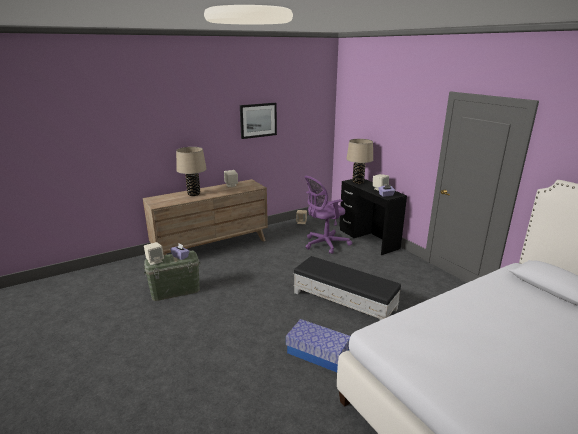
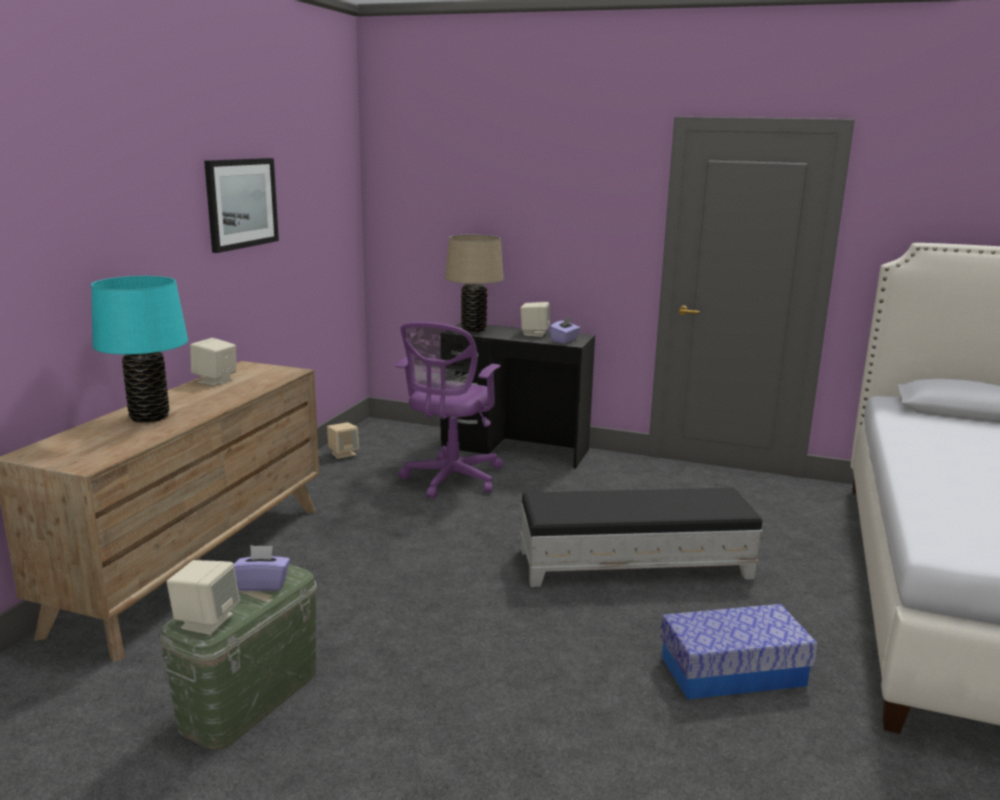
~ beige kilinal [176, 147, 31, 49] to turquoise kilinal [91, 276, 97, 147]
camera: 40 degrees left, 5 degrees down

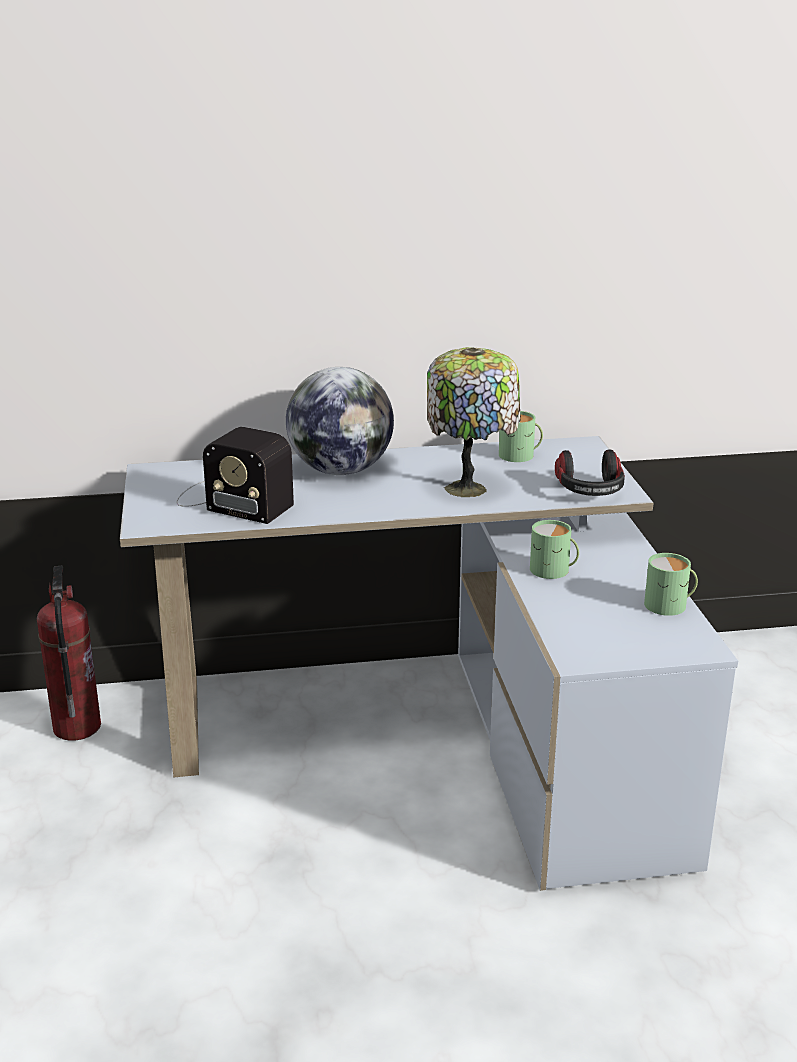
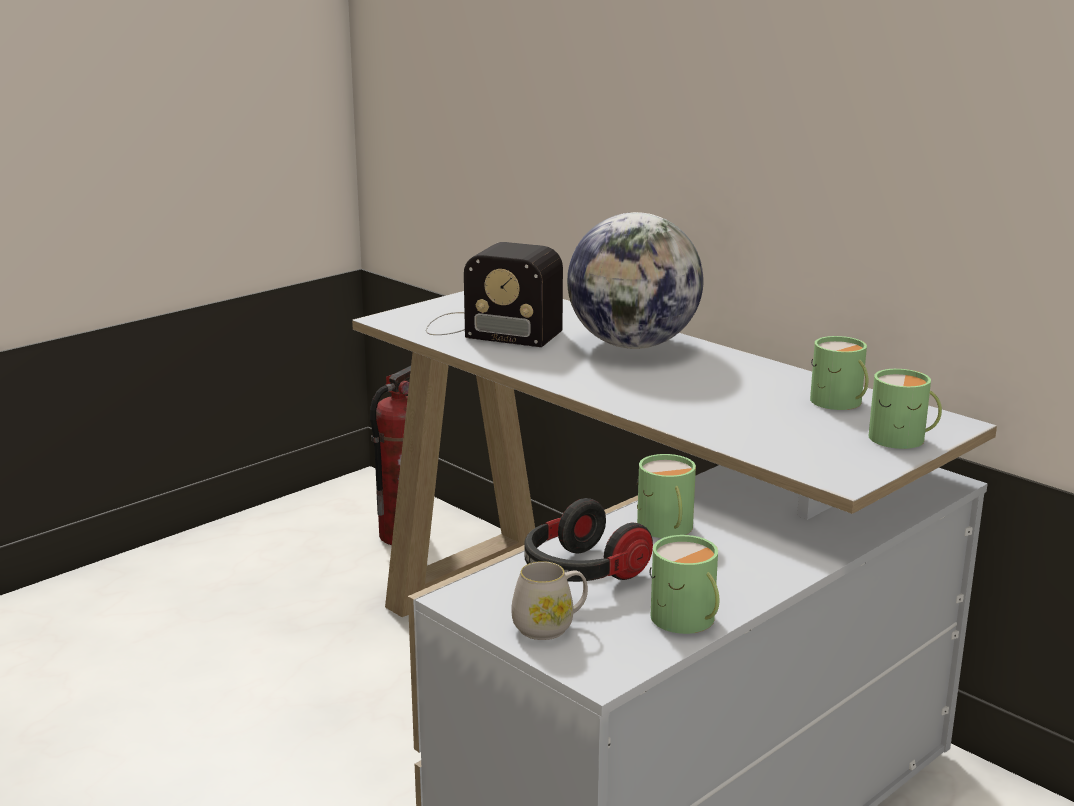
- kilinal [427, 347, 94, 150]
~ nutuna [177, 427, 117, 97] = [426, 242, 137, 105] 60 degrees counterclockwise
~ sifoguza [555, 449, 70, 47] to [524, 498, 129, 84]
+ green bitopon [869, 369, 73, 80]
+ white bitopon [511, 561, 77, 79]
camera: 55 degrees right, 5 degrees down

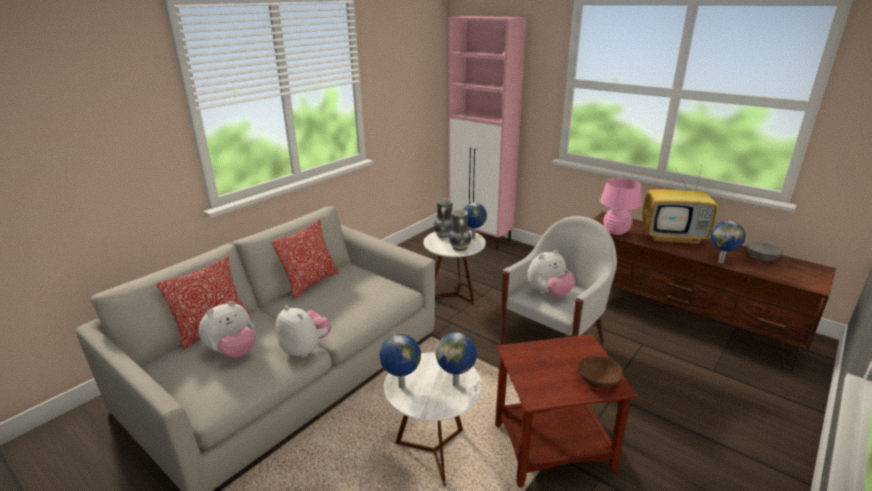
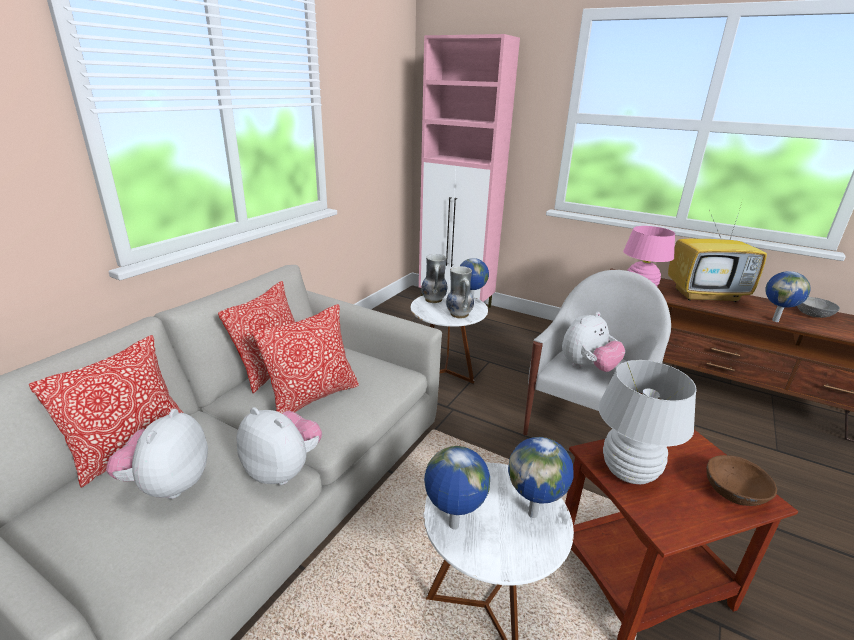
~ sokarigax [199, 301, 57, 57] = [106, 409, 102, 90] 150 degrees clockwise
+ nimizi [252, 304, 107, 109]
+ white kilinal [598, 360, 99, 124]
camera: 10 degrees left, 0 degrees up

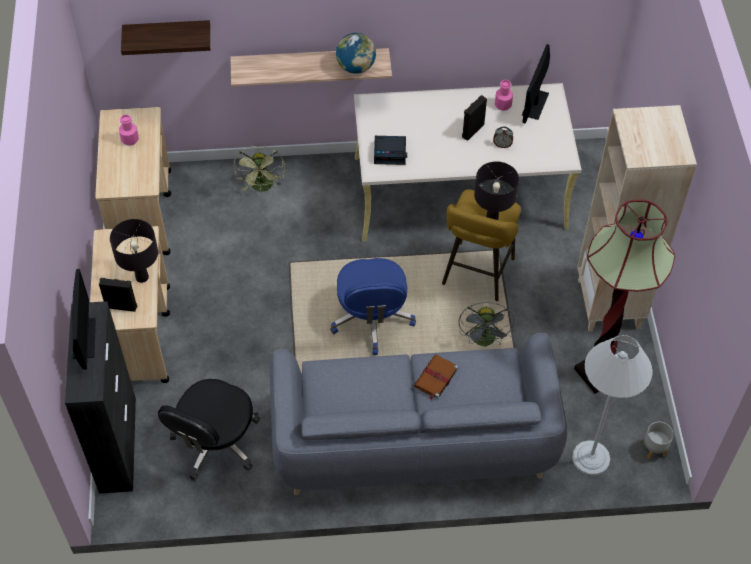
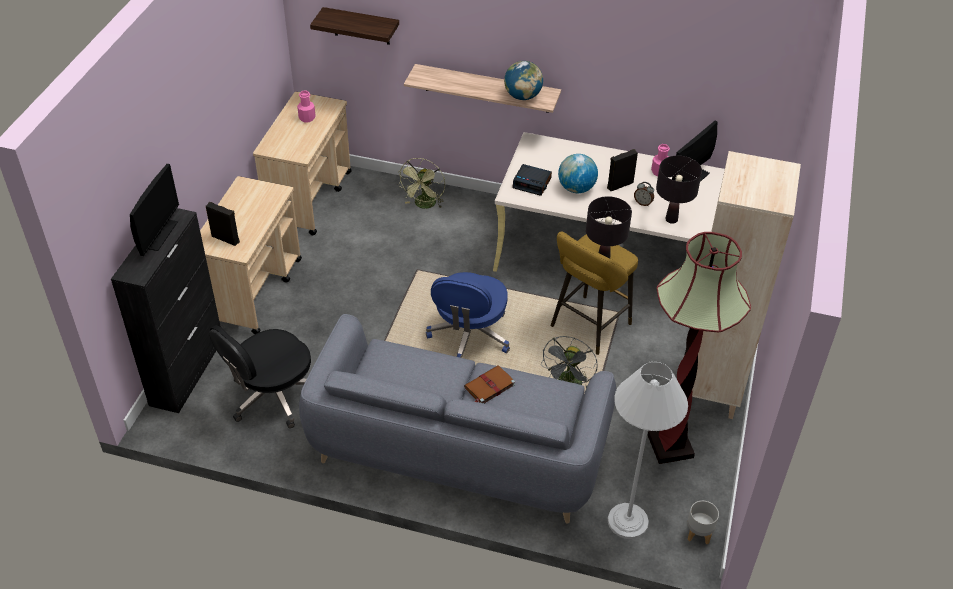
~ black kilinal [110, 219, 48, 64] to [656, 156, 46, 68]
+ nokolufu [558, 154, 40, 39]
camera: 20 degrees right, 10 degrees down

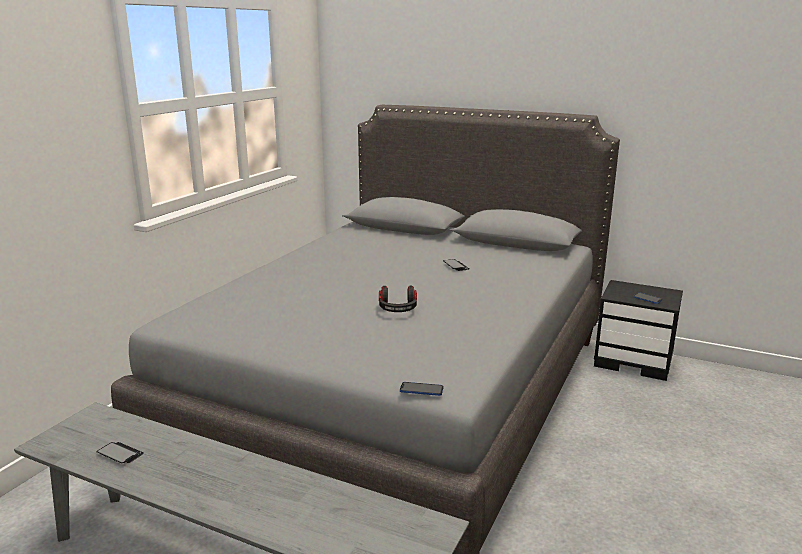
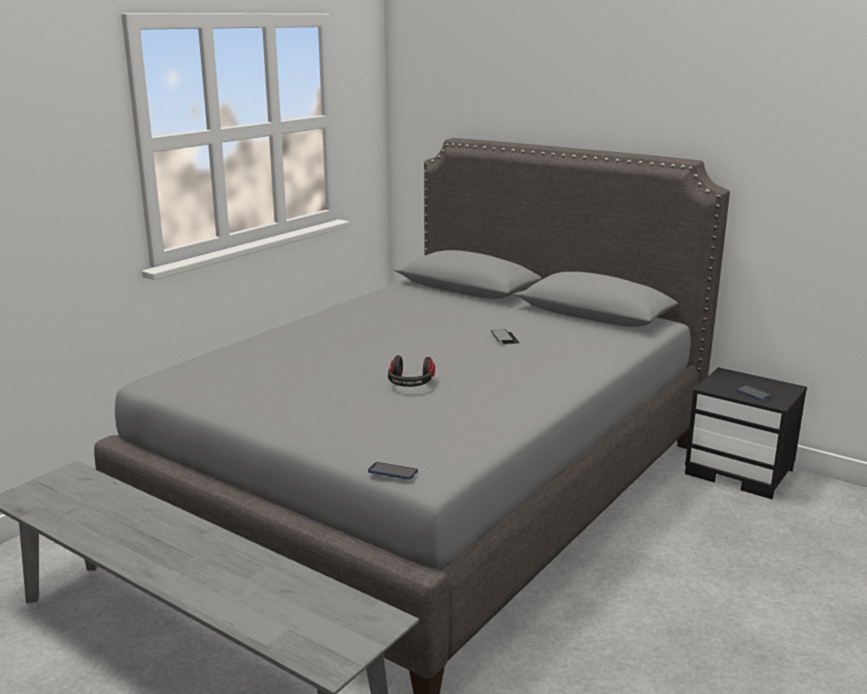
- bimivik [97, 442, 47, 21]
camera: 10 degrees right, 0 degrees up

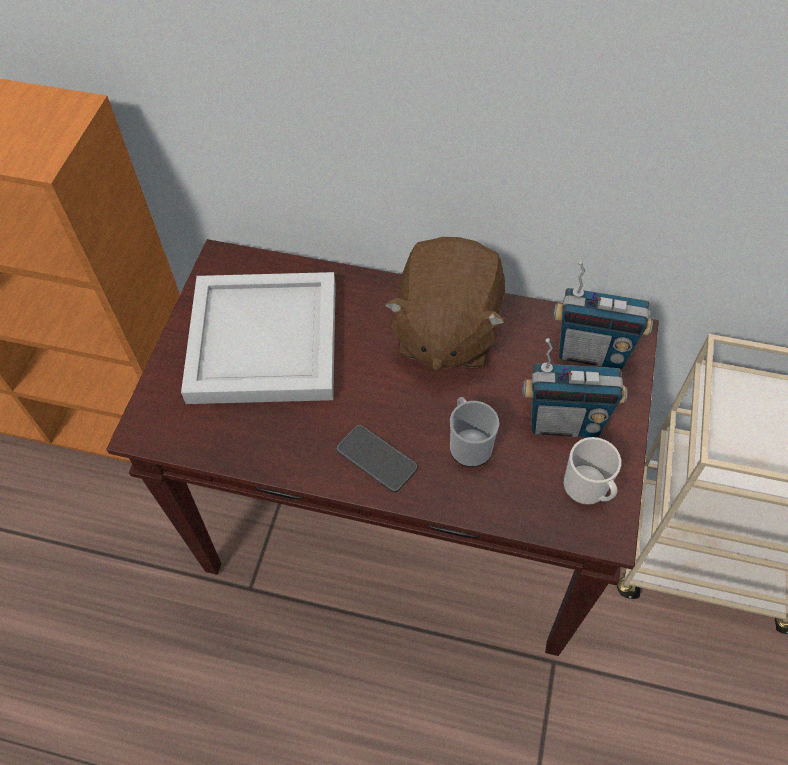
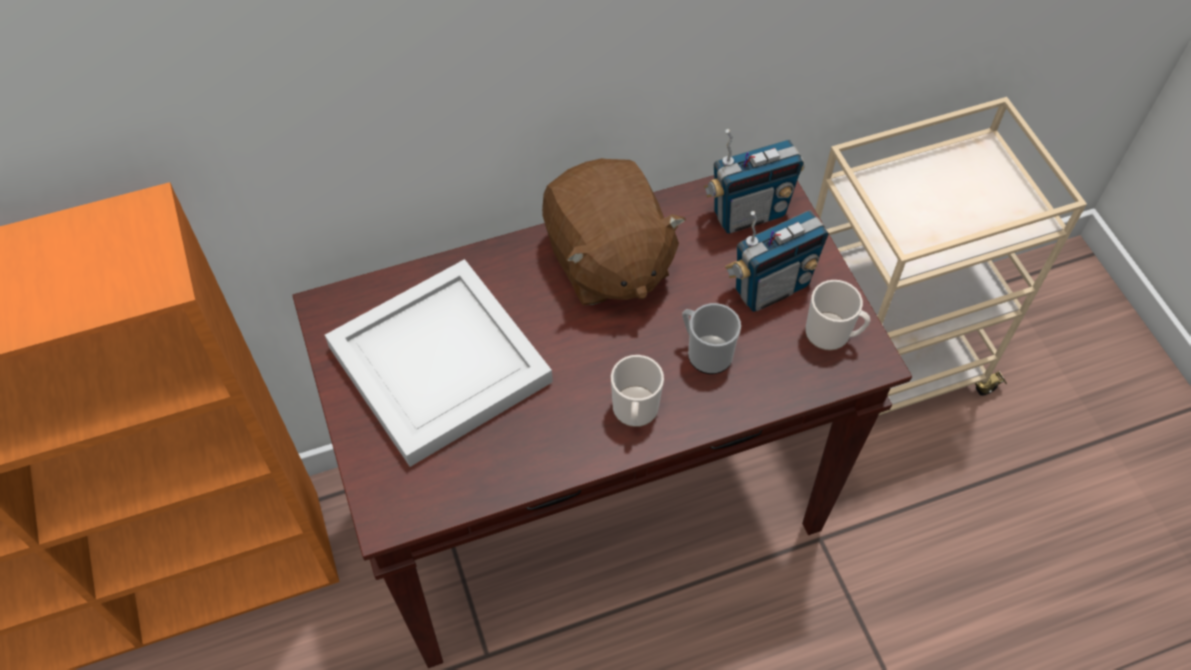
~ bimivik [336, 425, 82, 67] to bitopon [611, 355, 53, 72]
camera: 35 degrees left, 0 degrees up

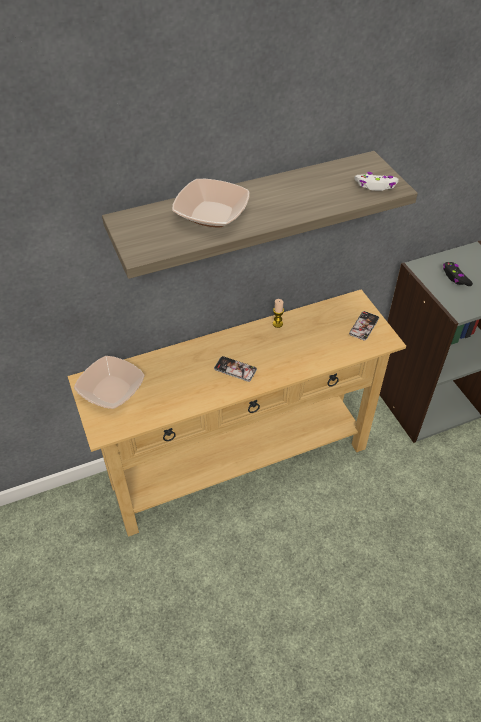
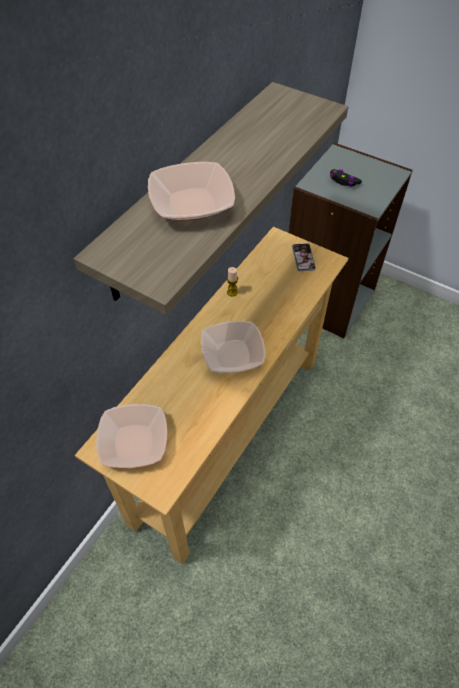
- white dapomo [354, 172, 45, 19]
~ bimivik [214, 356, 43, 26] to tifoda [201, 321, 64, 52]
camera: 35 degrees left, 5 degrees up

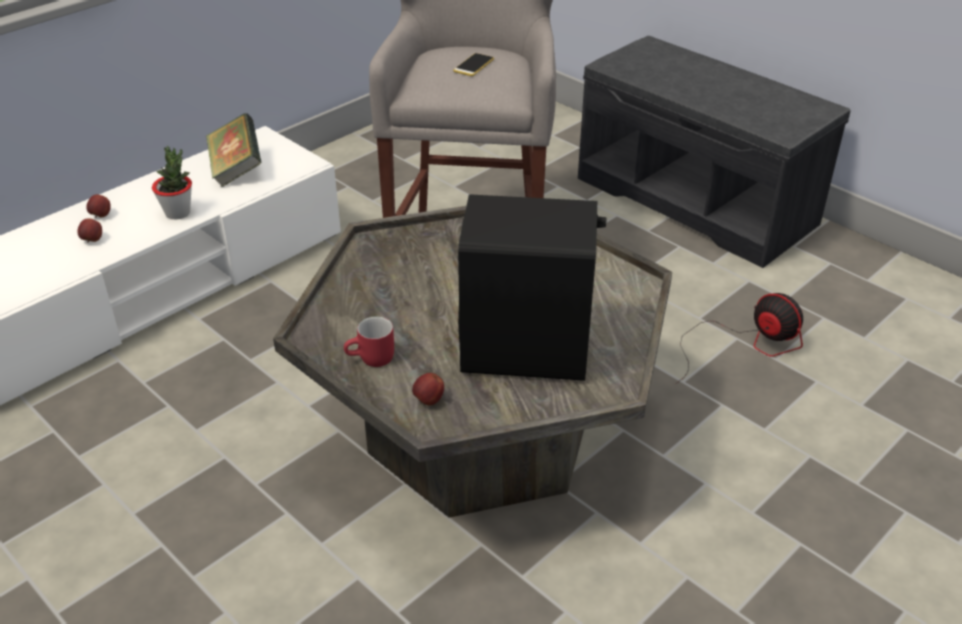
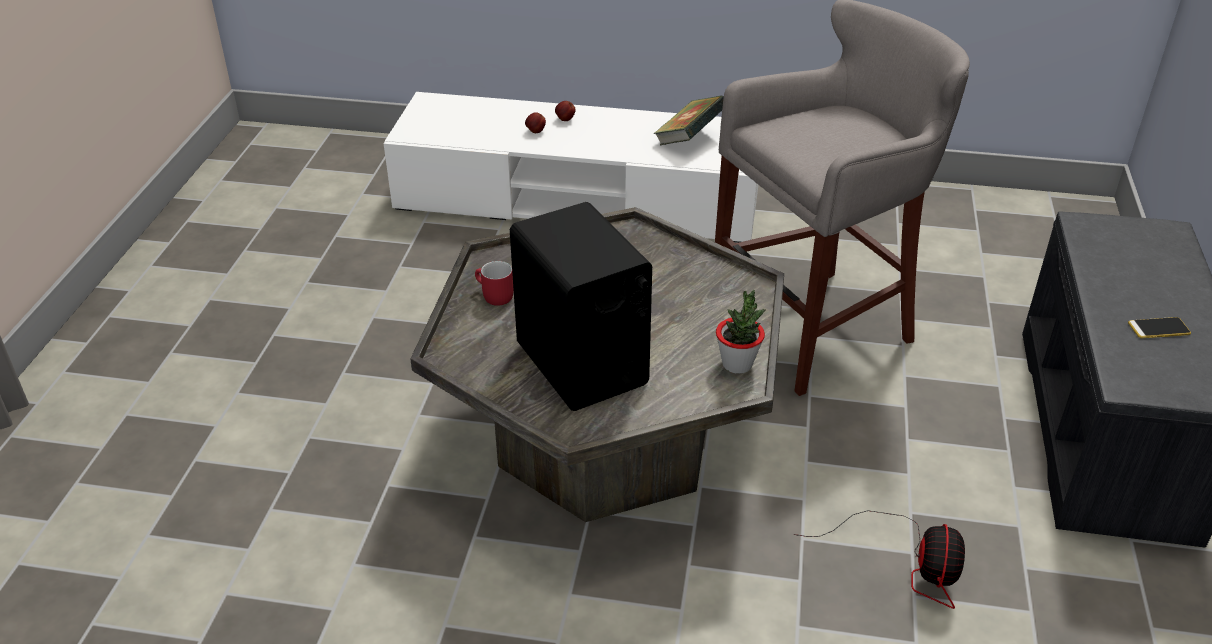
~ bimivik [453, 53, 41, 23] to [1128, 317, 63, 21]
~ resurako [152, 146, 40, 74] to [716, 290, 49, 84]
- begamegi [412, 373, 32, 32]
camera: 55 degrees right, 0 degrees up

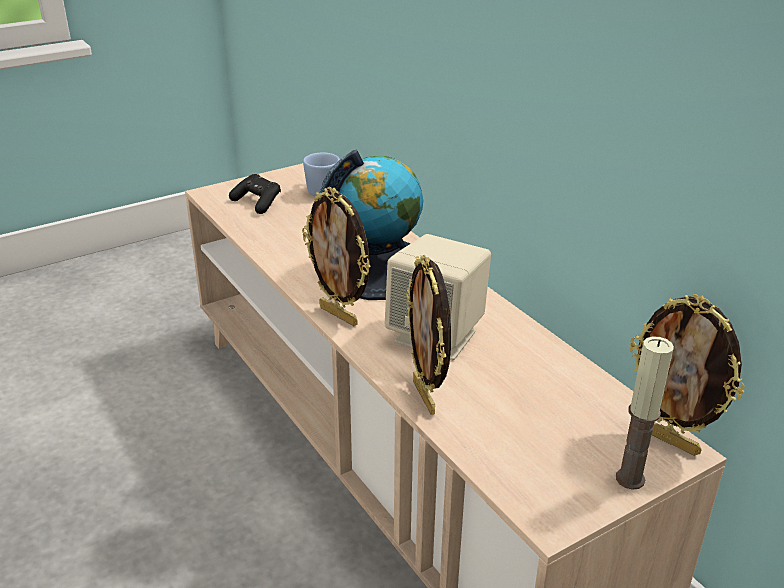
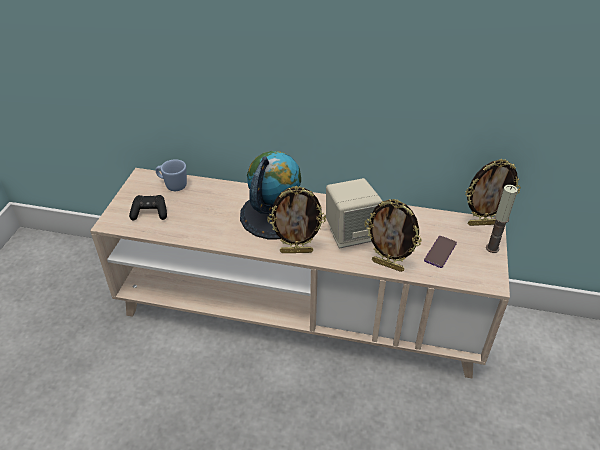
+ bimivik [424, 236, 33, 32]
camera: 45 degrees left, 10 degrees up

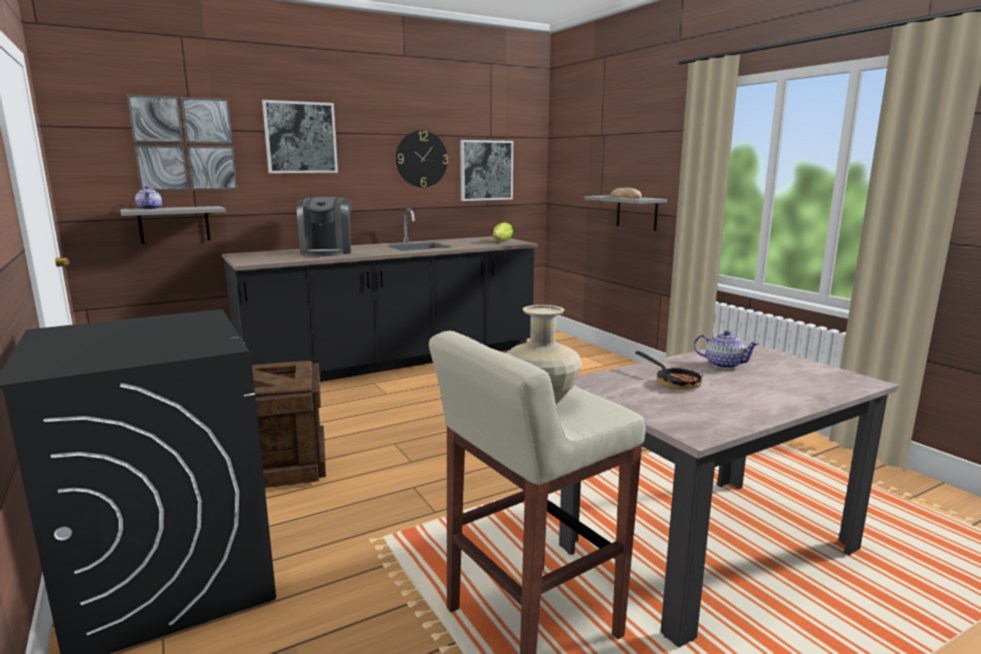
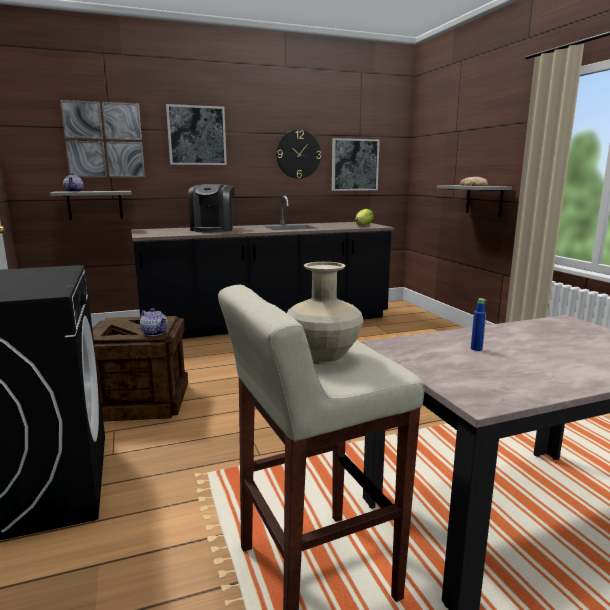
~ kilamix [694, 330, 65, 39] to [140, 308, 28, 28]
~ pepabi [635, 351, 68, 39] to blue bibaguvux [471, 298, 15, 53]
camera: 10 degrees right, 0 degrees up

